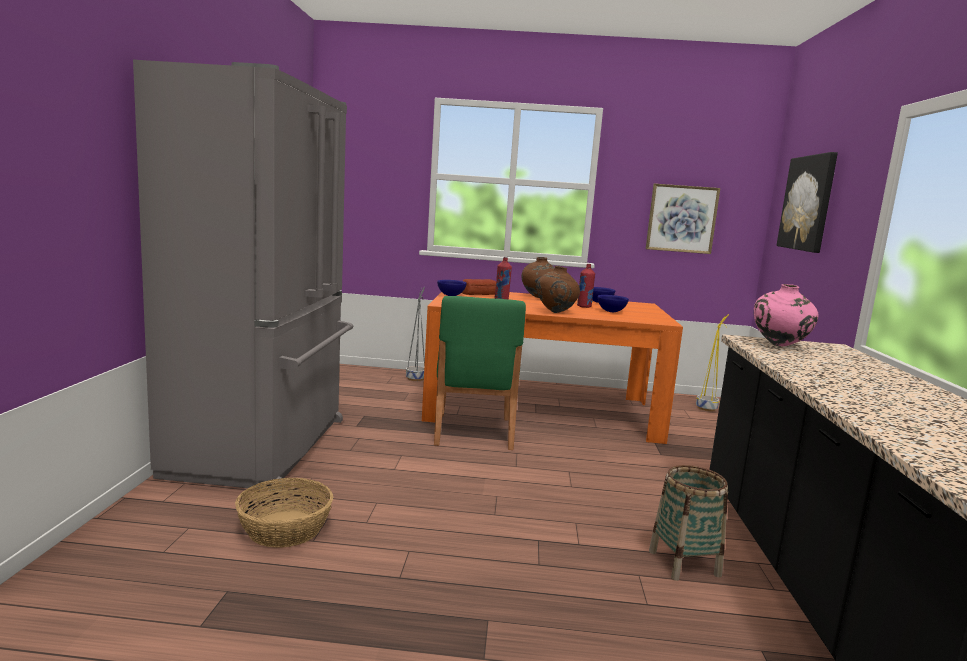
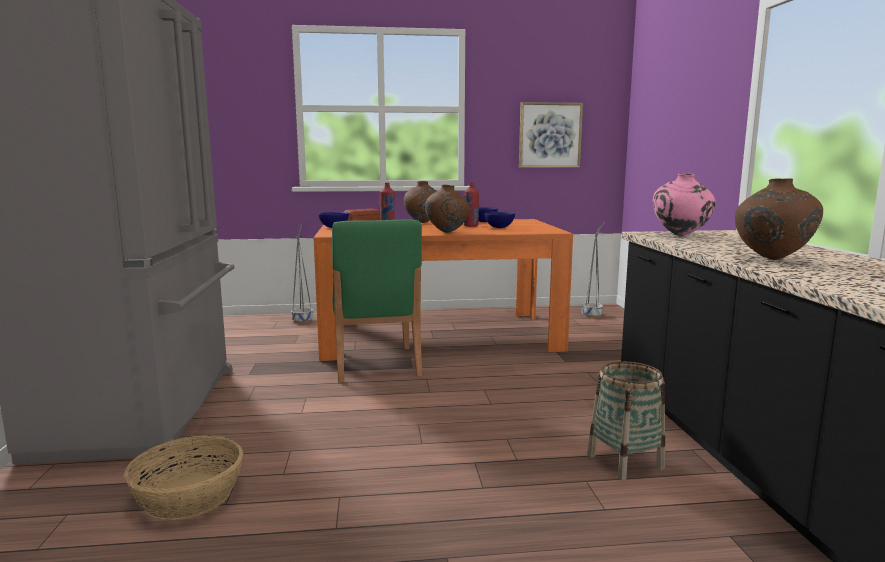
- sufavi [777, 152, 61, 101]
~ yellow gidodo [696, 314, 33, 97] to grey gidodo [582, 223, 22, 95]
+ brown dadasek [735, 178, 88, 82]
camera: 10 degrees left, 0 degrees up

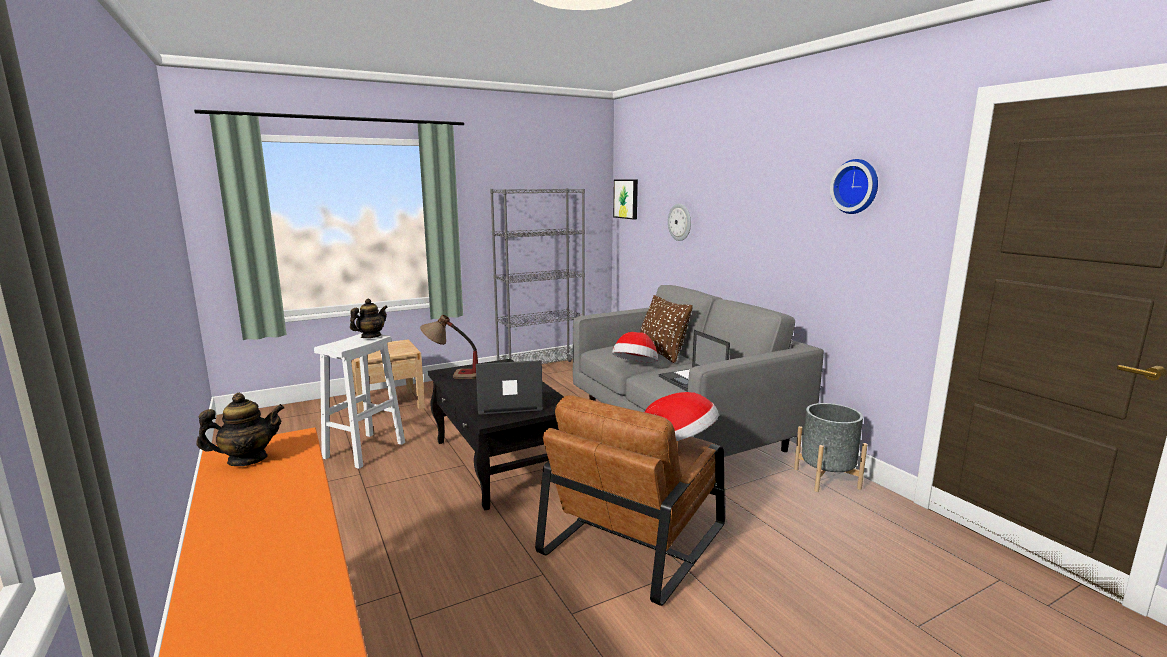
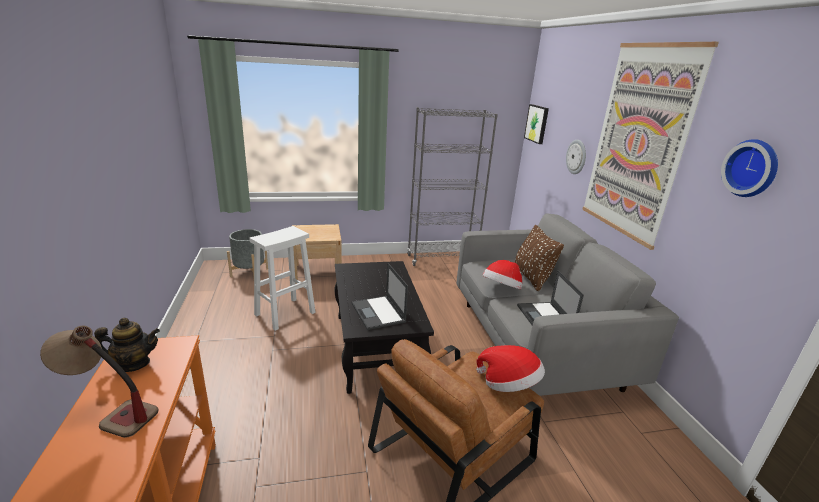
- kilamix [350, 298, 38, 40]
~ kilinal [420, 315, 58, 64] to [40, 326, 119, 112]
~ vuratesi [476, 360, 67, 55] = [351, 263, 57, 67] 120 degrees counterclockwise
~ grey gidodo [794, 403, 74, 89] to [227, 229, 41, 48]
+ sufavi [582, 42, 137, 208]
camera: 15 degrees right, 10 degrees up

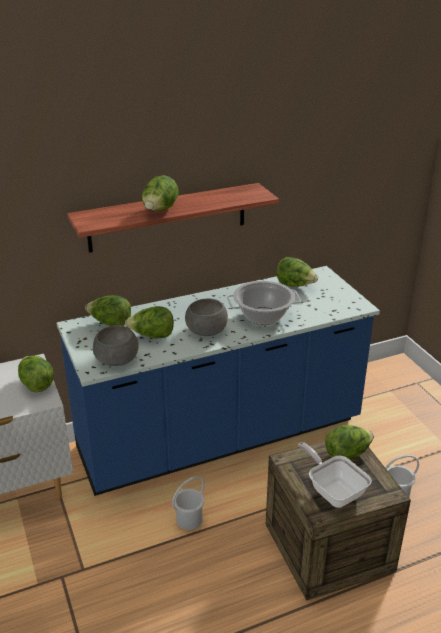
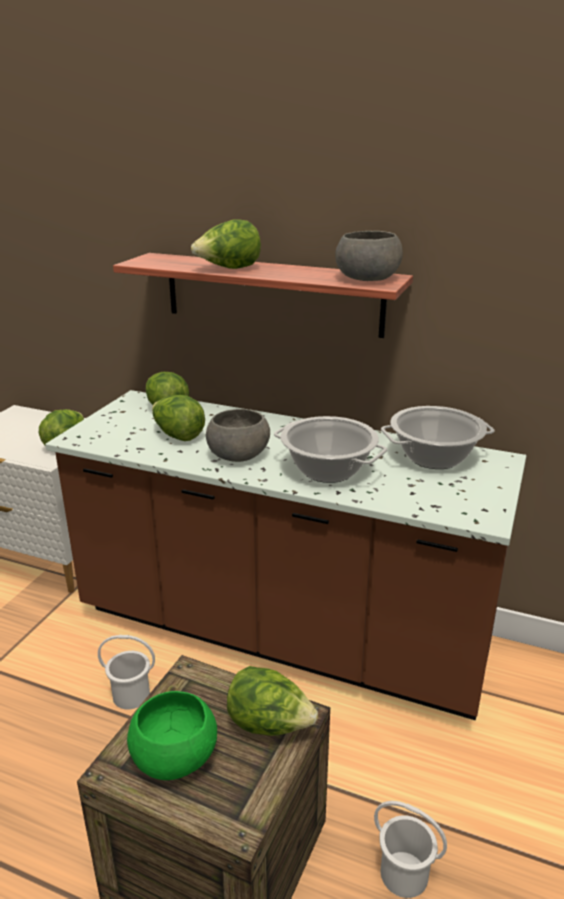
~ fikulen [276, 257, 42, 30] to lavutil [381, 406, 114, 63]
~ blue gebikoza [57, 266, 323, 230] to brown gebikoza [45, 390, 481, 331]
~ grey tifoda [93, 325, 46, 41] to [335, 231, 68, 50]
~ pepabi [298, 442, 74, 66] to green tifoda [127, 691, 90, 89]
camera: 45 degrees right, 5 degrees down

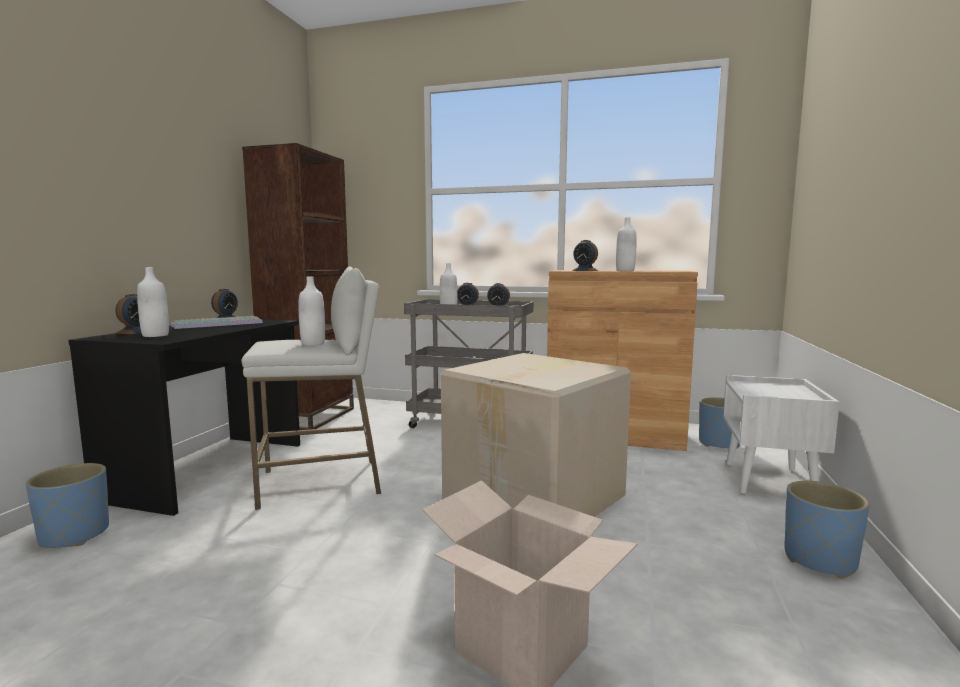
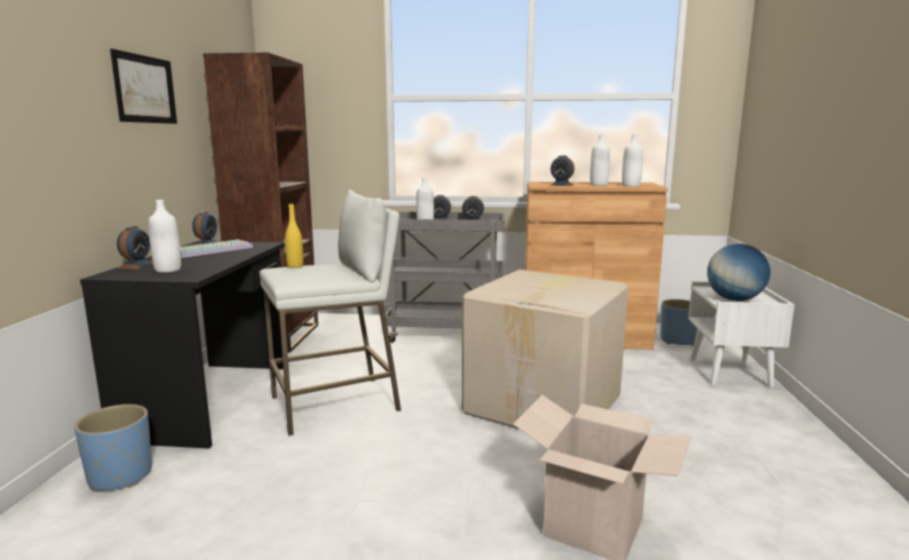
~ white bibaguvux [299, 277, 26, 69] to [622, 134, 21, 53]
- blue gidodo [784, 481, 86, 97]
+ sufavi [110, 49, 67, 75]
+ yellow bibaguvux [285, 203, 18, 65]
+ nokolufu [707, 244, 63, 57]
camera: 10 degrees left, 5 degrees up

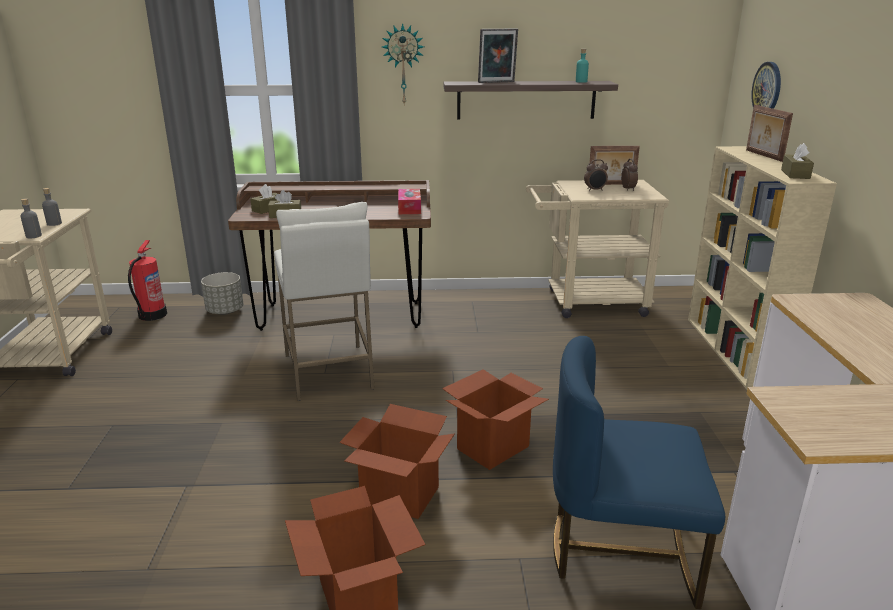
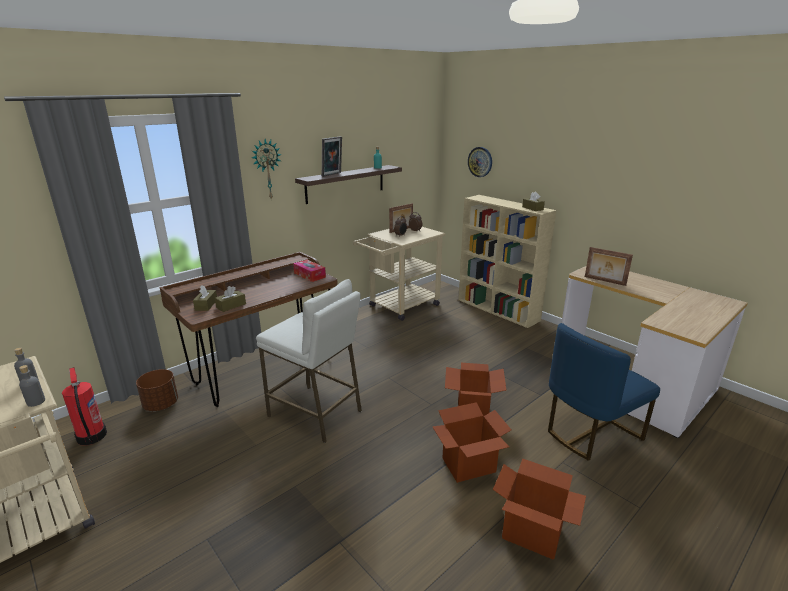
~ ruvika [746, 105, 47, 57] to [585, 247, 48, 39]
~ grey gidodo [201, 272, 43, 43] to brown gidodo [136, 369, 42, 42]
camera: 40 degrees left, 0 degrees up

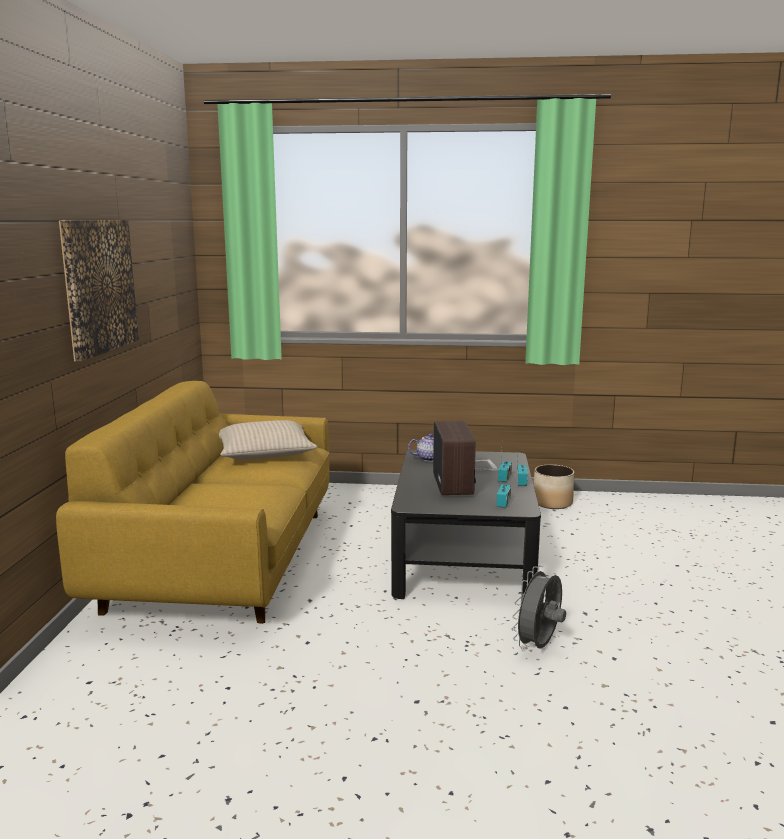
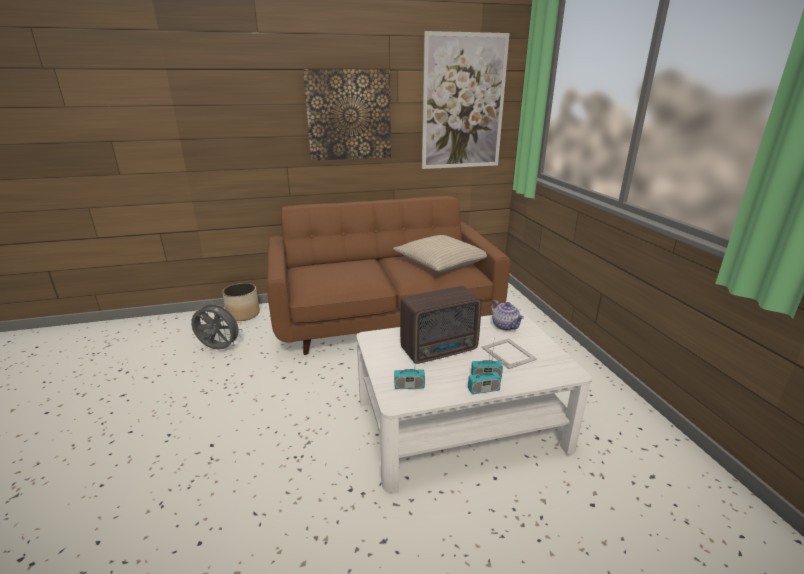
~ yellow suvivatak [56, 381, 274, 243] to brown suvivatak [267, 196, 243, 159]
~ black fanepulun [391, 450, 150, 149] to white fanepulun [356, 312, 235, 181]
~ gidodo [534, 465, 41, 44] to [222, 283, 38, 38]
~ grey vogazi [512, 566, 54, 83] to [191, 301, 52, 49]
+ sufavi [422, 31, 88, 138]
camera: 70 degrees right, 10 degrees up

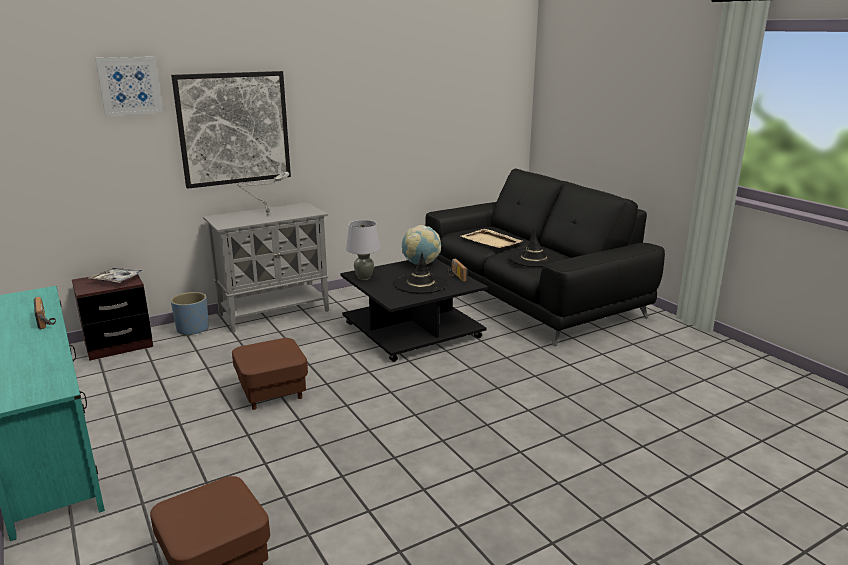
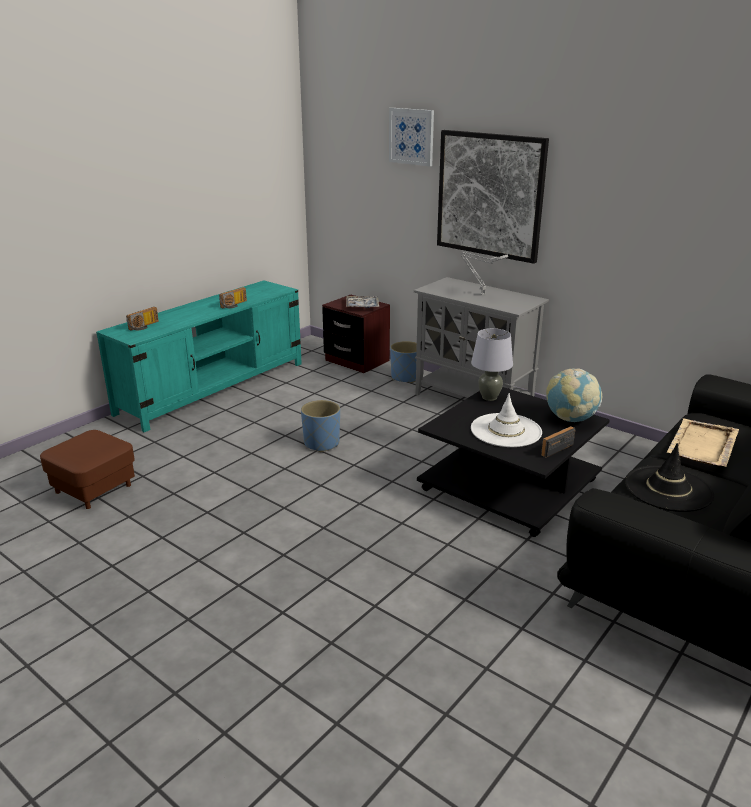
~ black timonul [393, 253, 55, 40] to white timonul [471, 393, 71, 54]
~ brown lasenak [232, 338, 76, 72] to blue gidodo [301, 400, 39, 52]
+ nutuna [126, 307, 33, 24]
camera: 70 degrees right, 5 degrees up

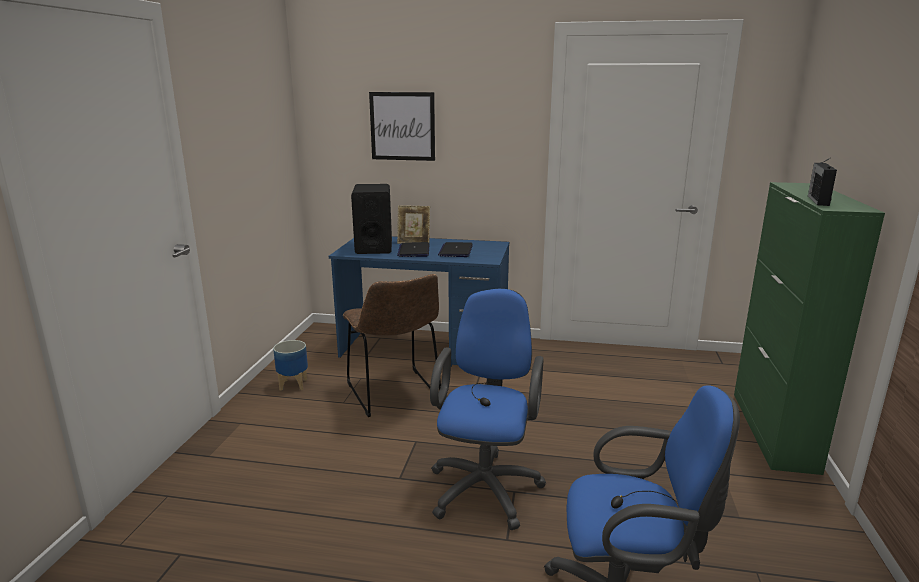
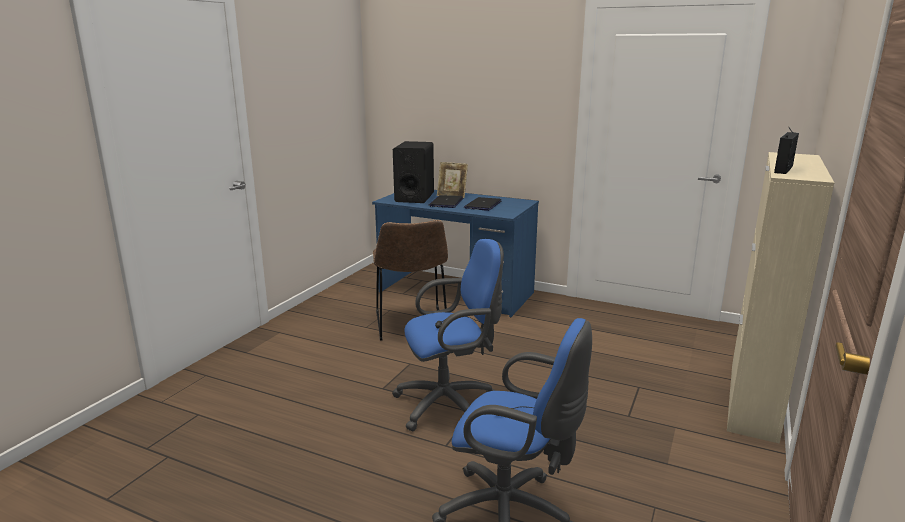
- sufavi [369, 92, 66, 69]
~ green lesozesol [734, 182, 151, 293] to beige lesozesol [727, 152, 107, 292]
~ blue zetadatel [430, 289, 116, 241] = [392, 239, 112, 192] 45 degrees clockwise
- gidodo [273, 340, 35, 51]
camera: 15 degrees right, 0 degrees up

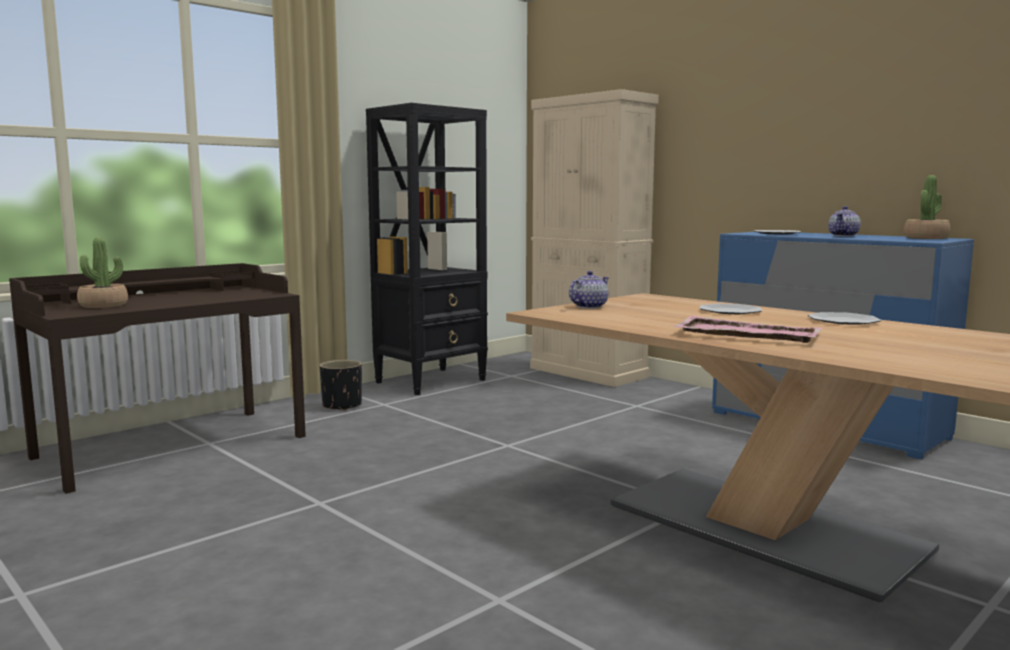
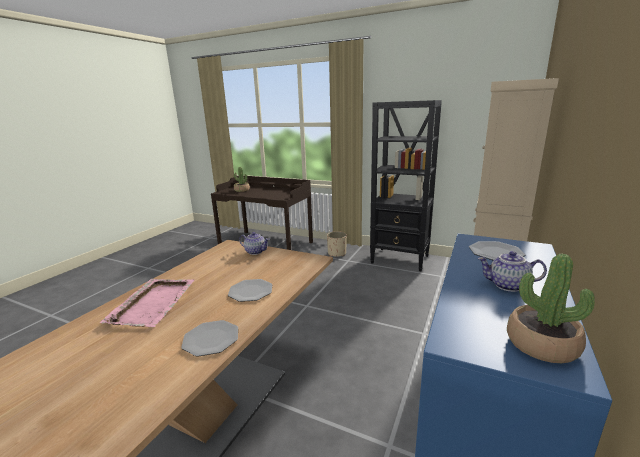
~ black gidodo [319, 360, 43, 51] to beige gidodo [327, 231, 20, 26]
camera: 70 degrees right, 10 degrees up

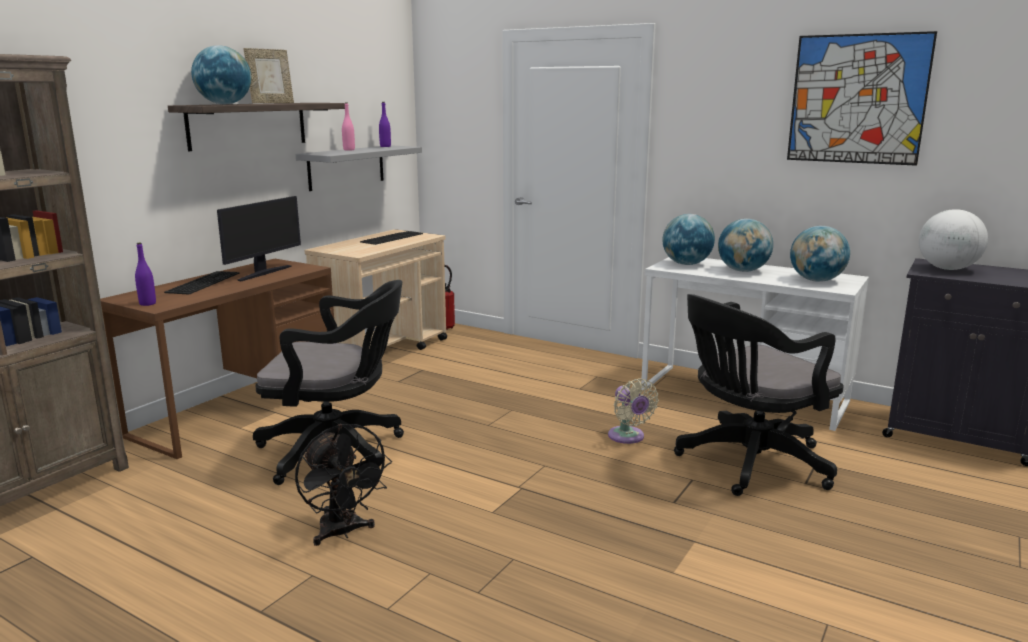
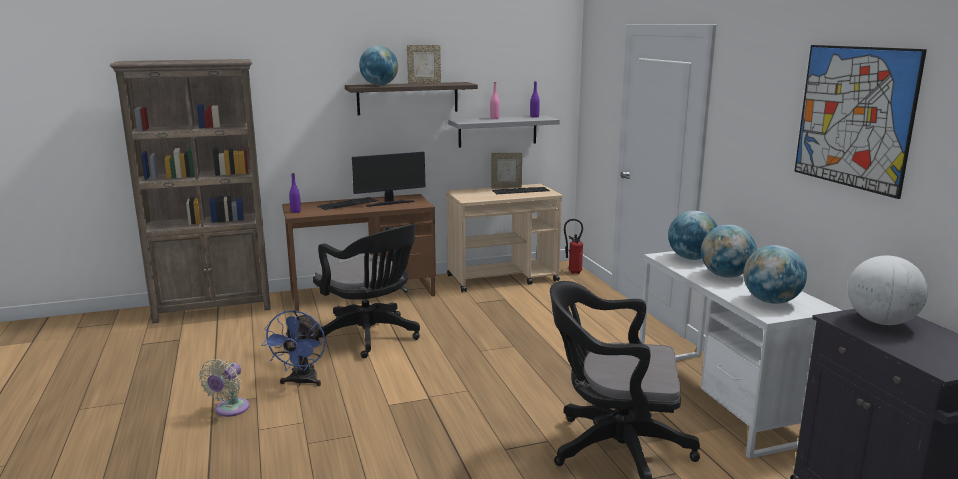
~ beige vogazi [608, 378, 51, 66] to [199, 359, 51, 58]
~ black vogazi [295, 424, 97, 122] to blue vogazi [262, 310, 64, 76]
+ ruvika [491, 153, 31, 35]
camera: 40 degrees right, 0 degrees up

